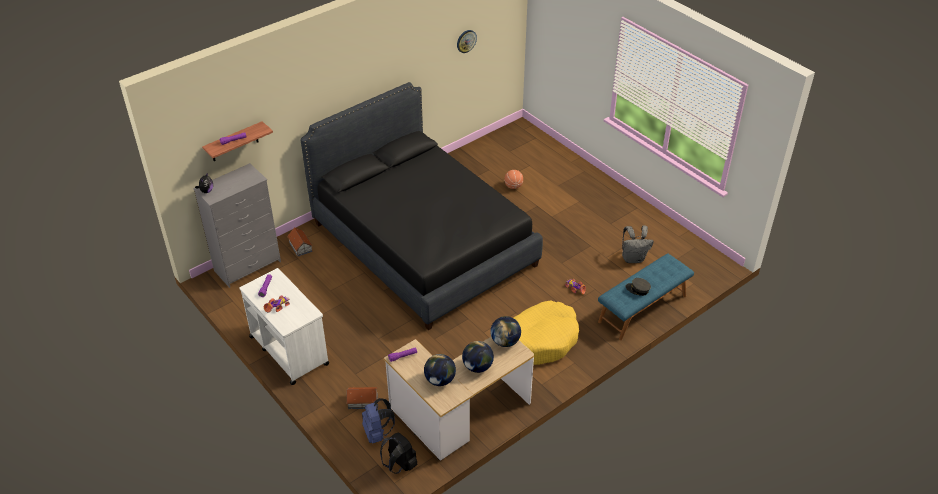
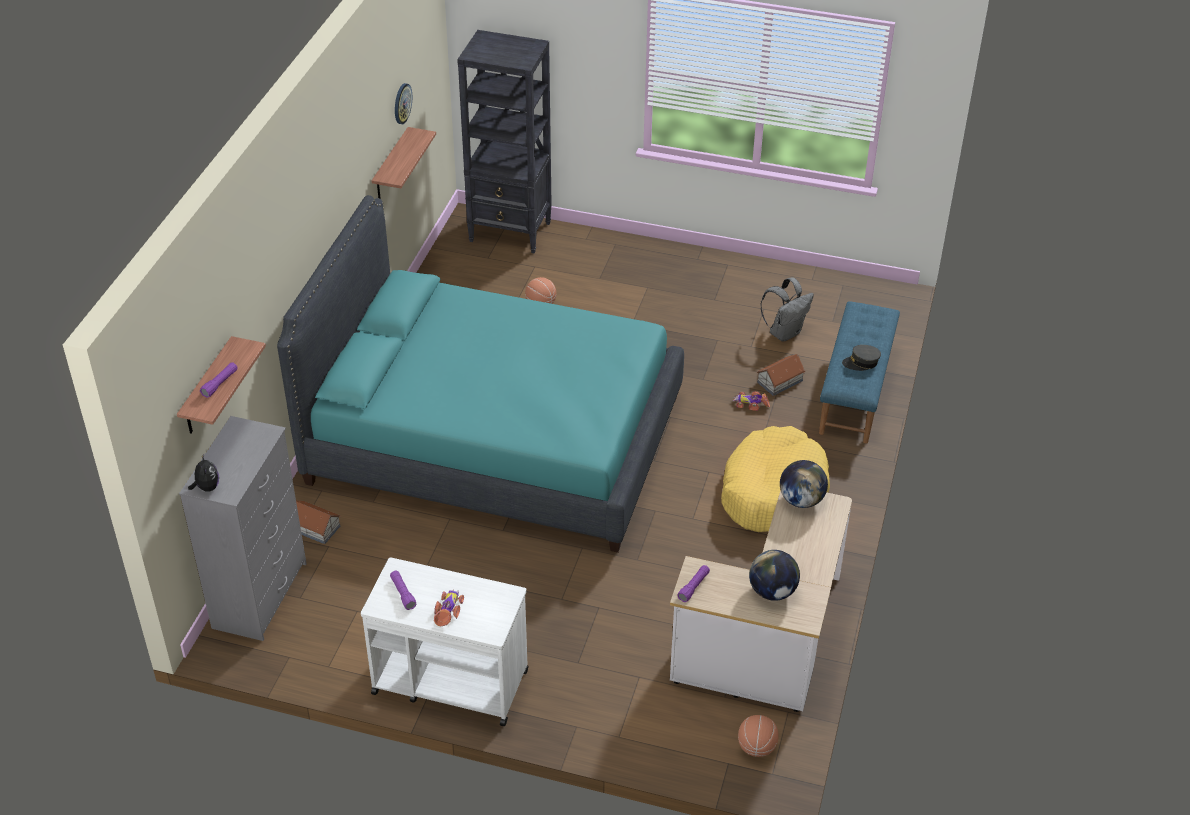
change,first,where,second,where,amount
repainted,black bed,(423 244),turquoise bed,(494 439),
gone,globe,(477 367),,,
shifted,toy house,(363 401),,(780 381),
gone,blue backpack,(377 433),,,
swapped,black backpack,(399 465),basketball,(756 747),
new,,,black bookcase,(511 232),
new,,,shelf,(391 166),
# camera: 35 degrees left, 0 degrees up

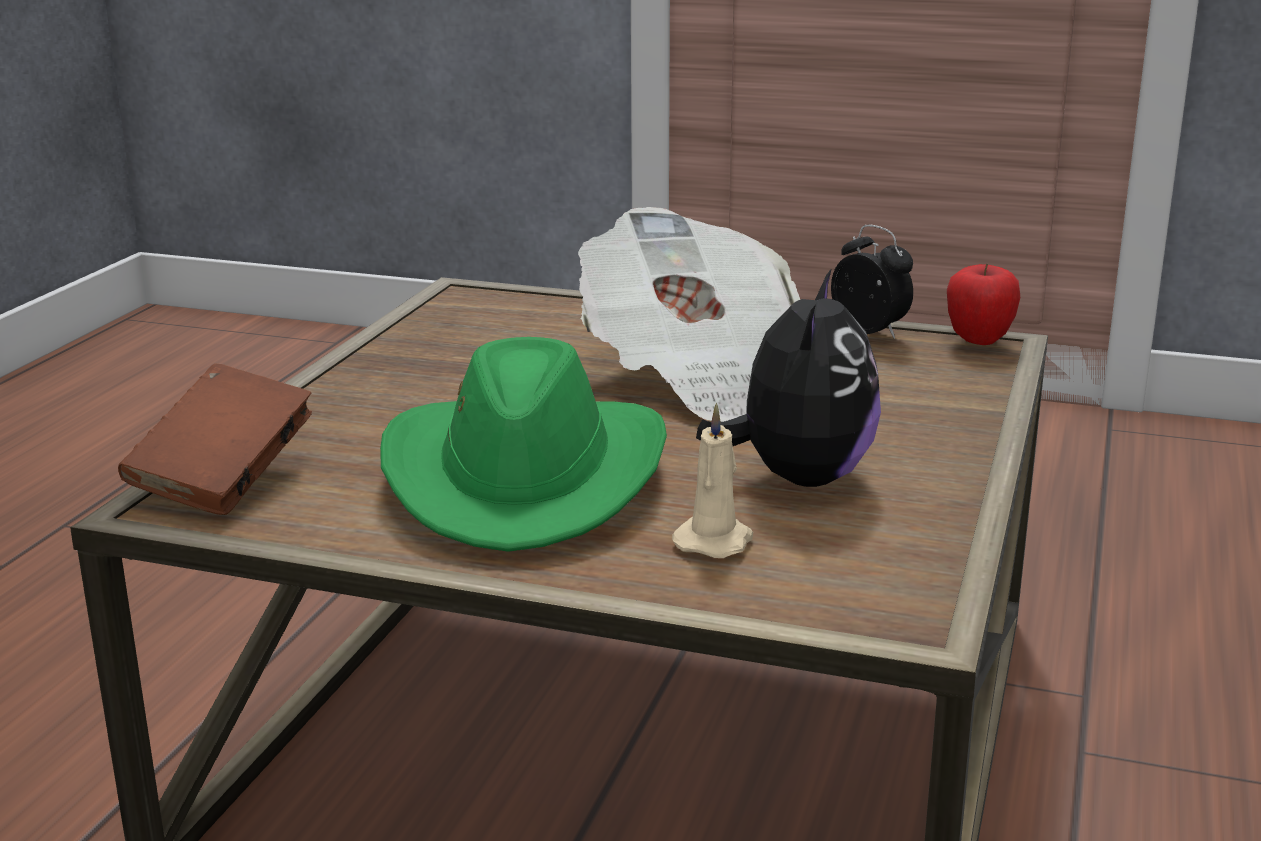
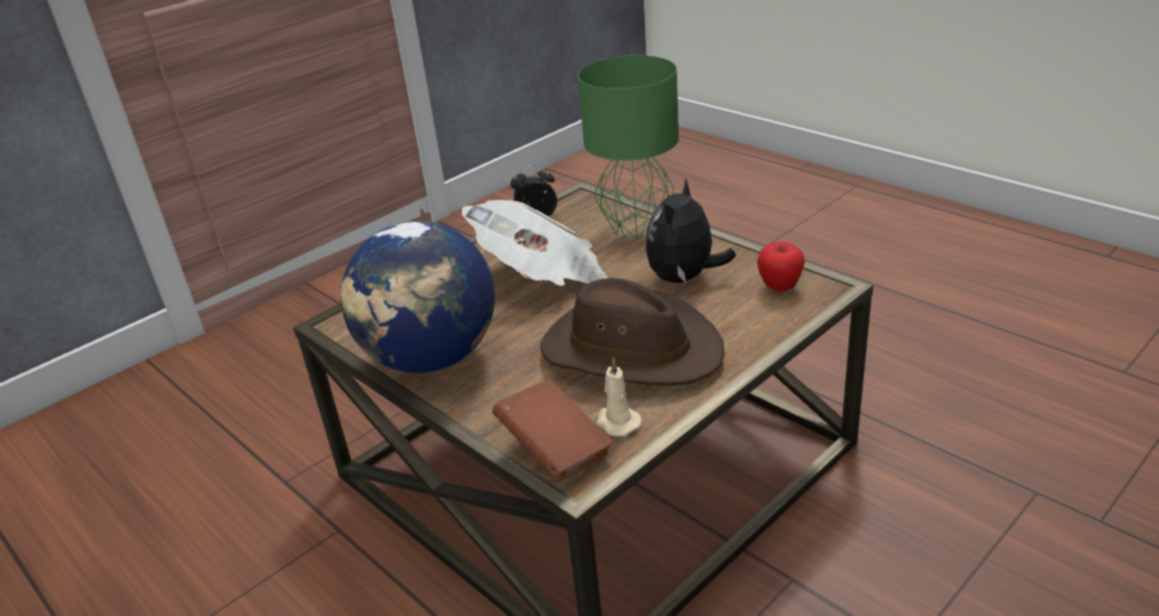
change,first,where,second,where,amount
shifted,apple,(979 341),,(780 287),
rotated,plush toy,(798 478),,(684 278),105 degrees counterclockwise
repainted,green hat,(526 477),brown hat,(631 349),
shifted,beige candle,(715 540),,(617 422),
new,,,green table lamp,(637 228),
new,,,globe,(431 359),
# camera: 60 degrees left, 10 degrees up

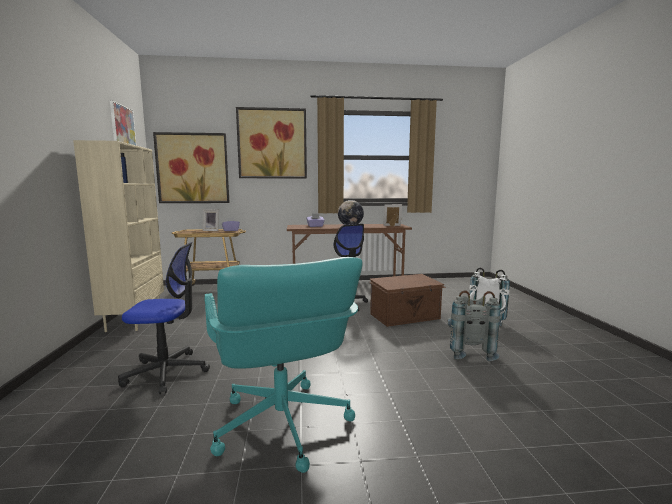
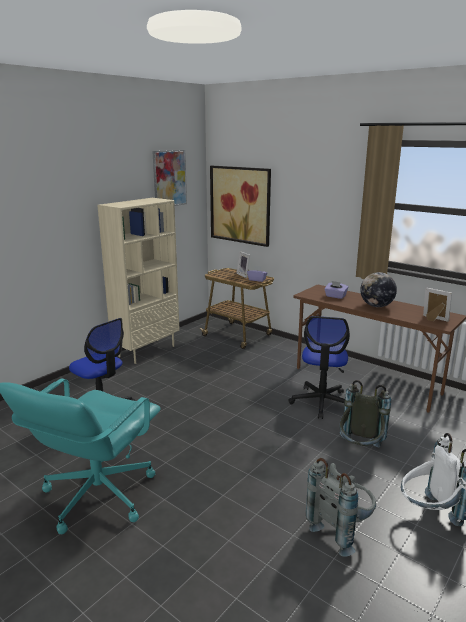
change,first,where,second,where,amount
gone,picture,(272 144),,,
swapped,brown storage box,(405 316),grey backpack,(360 450),
# camera: 45 degrees right, 10 degrees up

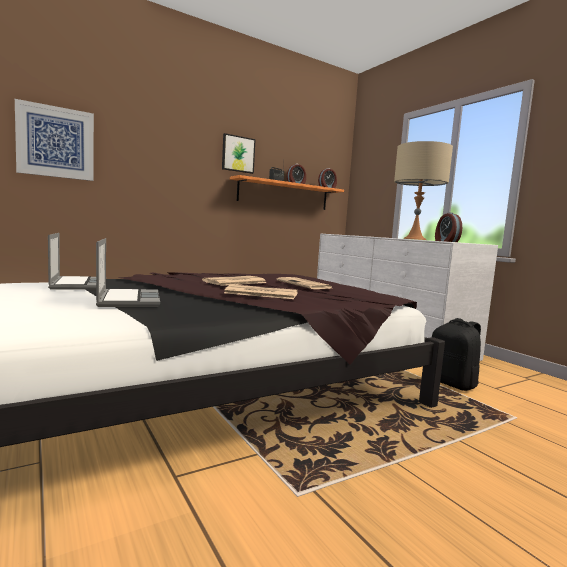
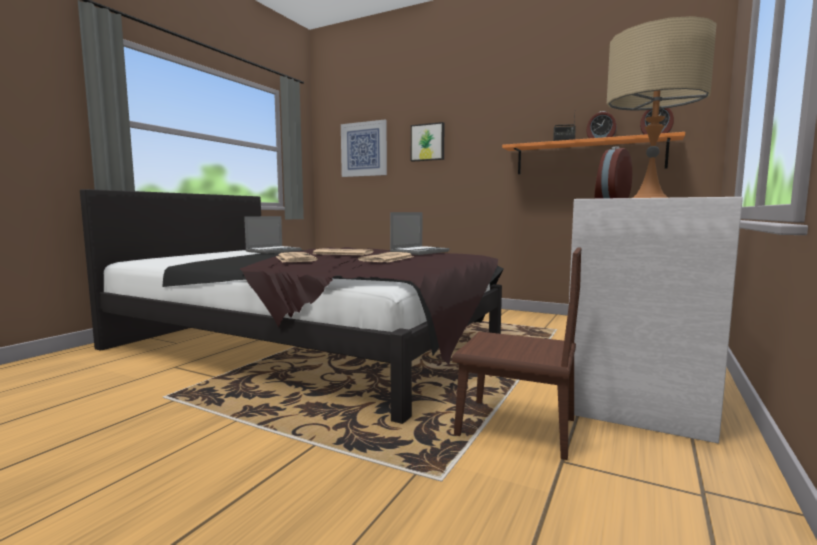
change,first,where,second,where,amount
shifted,picture,(238 154),,(428 142),
shifted,laptop,(128 300),,(419 252),
swapped,black backpack,(452 383),brown chair,(516 427),
# camera: 60 degrees right, 0 degrees up

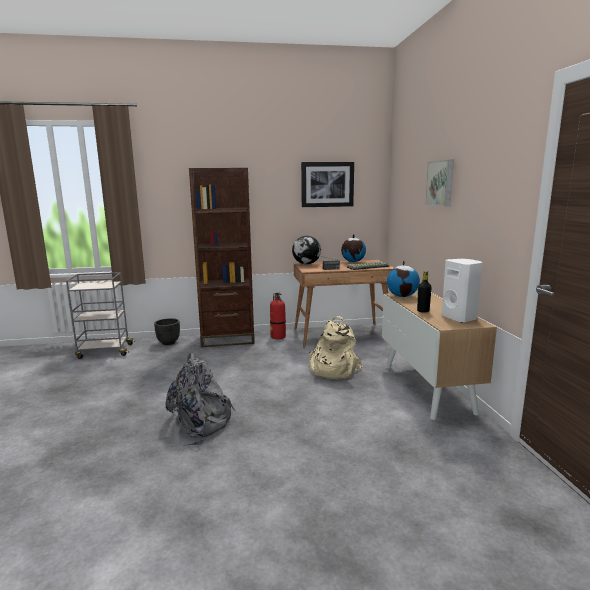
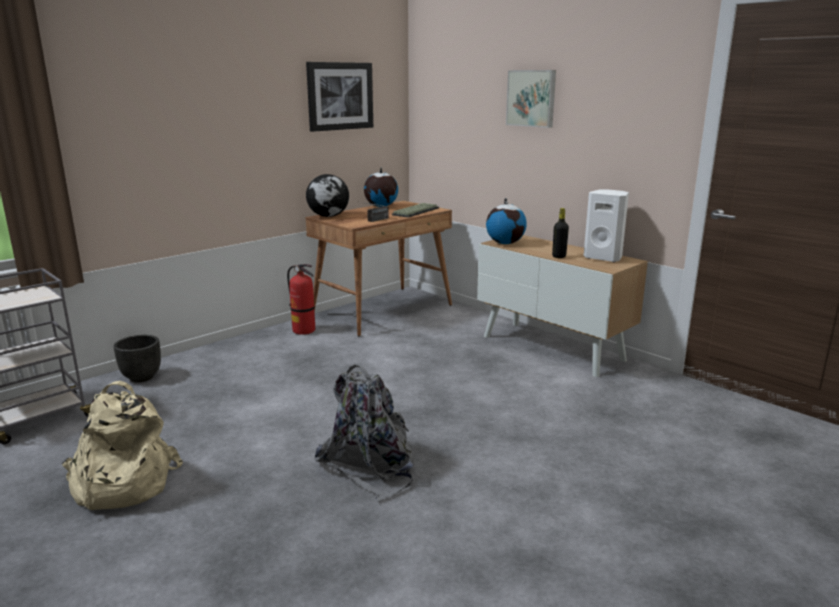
change,first,where,second,where,amount
gone,brown bookcase,(228 339),,,
shifted,beige backpack,(332 370),,(121 483),
# camera: 35 degrees left, 5 degrees up

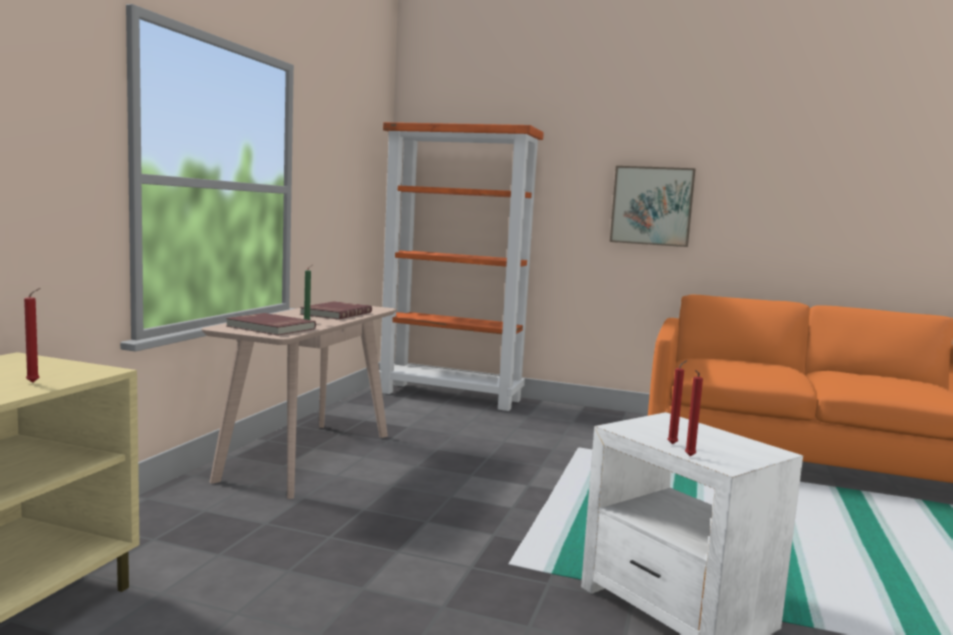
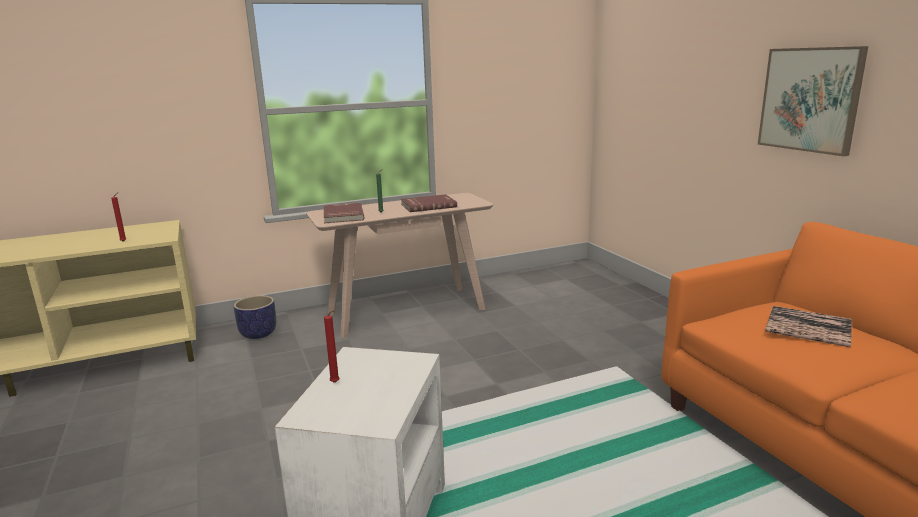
change,first,where,second,where,amount
gone,orange bookcase,(451 396),,,
gone,red candle,(689 456),,,
new,,,planter,(259 333),
new,,,book,(808 328),
# camera: 50 degrees right, 10 degrees up

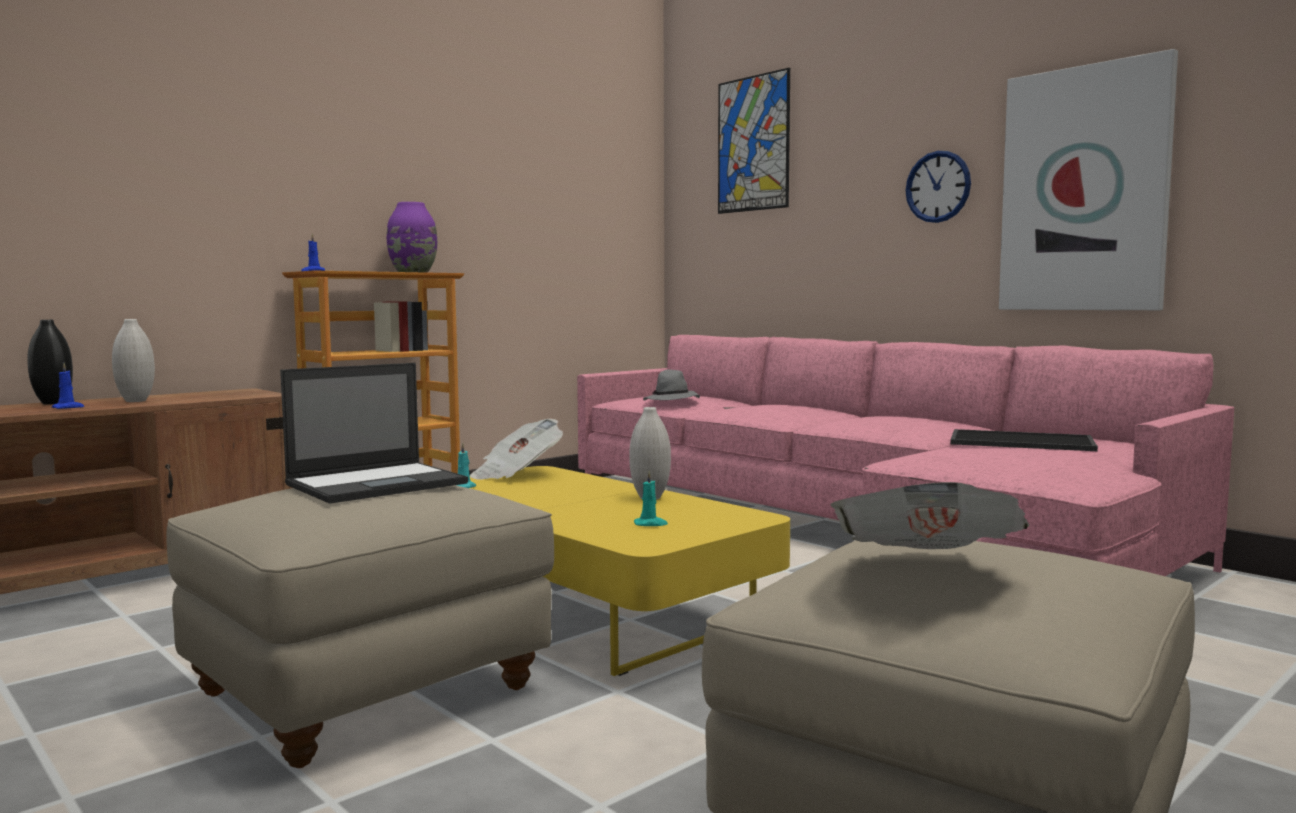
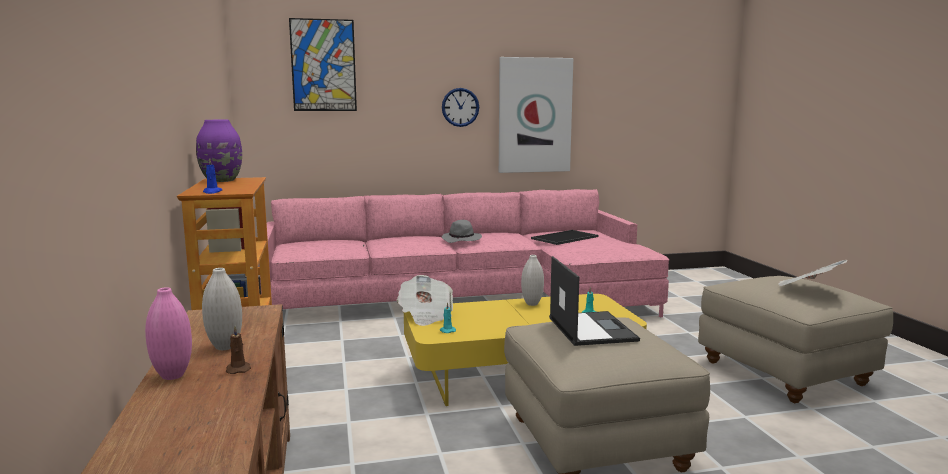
change,first,where,second,where,amount
repainted,black vase,(53 403),pink vase,(172 376),
repainted,blue candle,(68 408),brown candle,(238 369),
shifted,grey hat,(672 401),,(462 240),
# camera: 60 degrees left, 5 degrees up

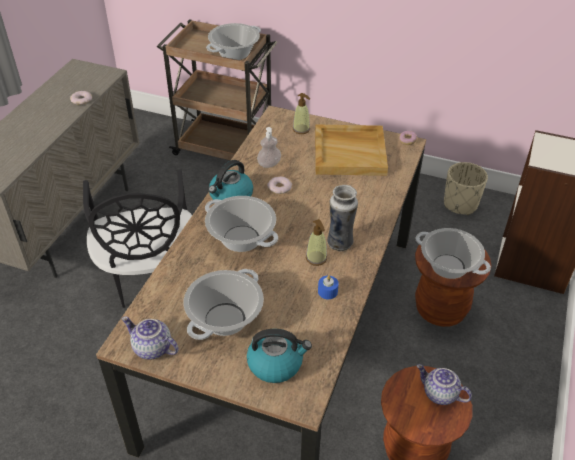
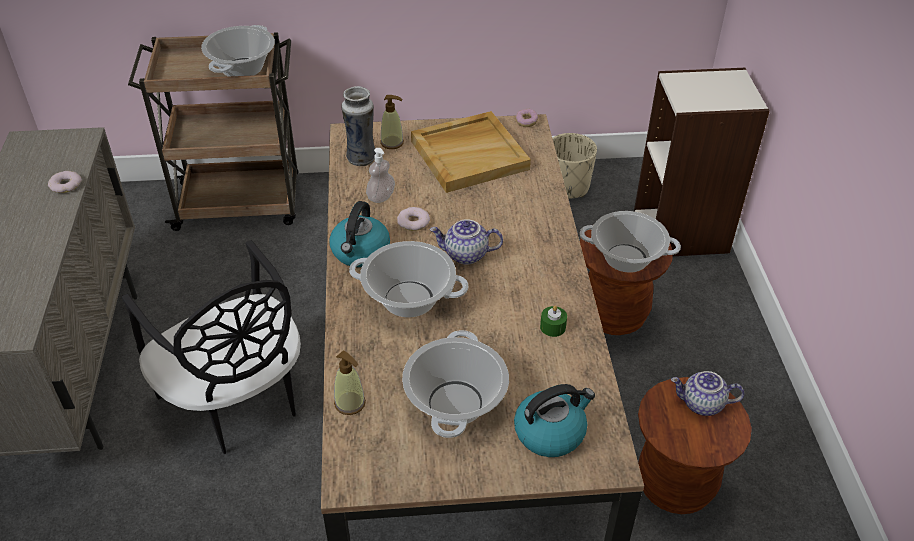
change,first,where,second,where,amount
shifted,vase,(340 243),,(361 158),
shifted,soap dispenser,(316 258),,(350 403),
repainted,blue candle,(327 291),green candle,(553 327),
shifted,teapot,(151 349),,(465 255),
# camera: 25 degrees left, 0 degrees up

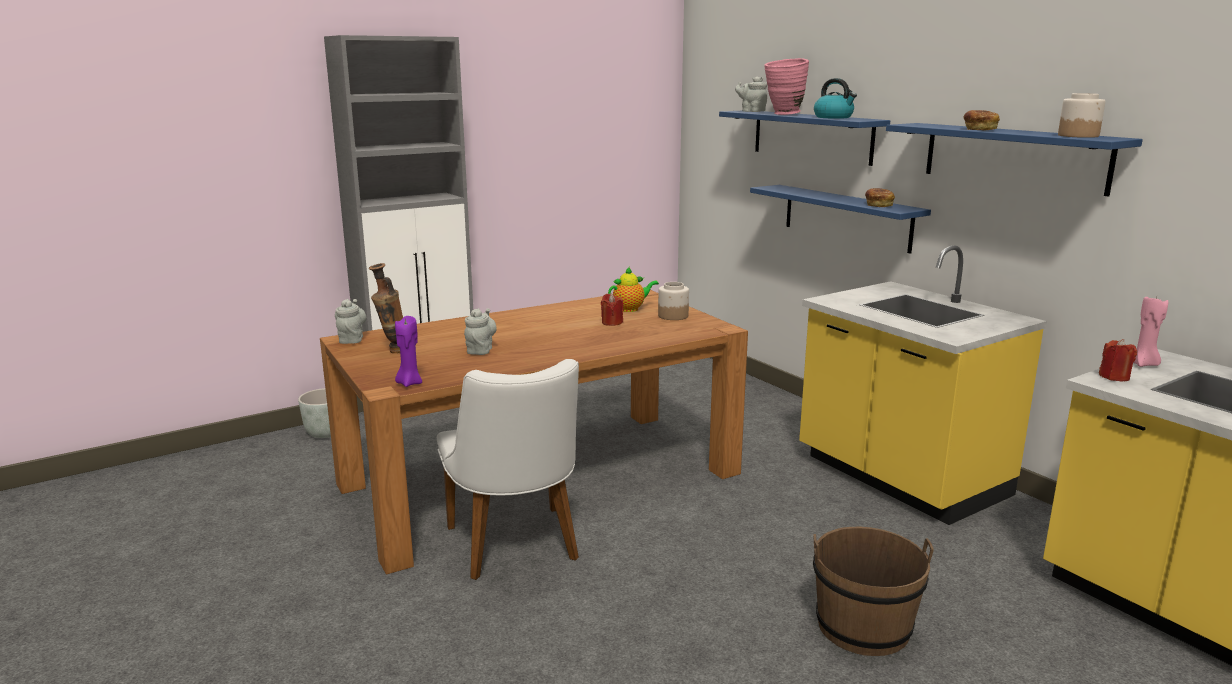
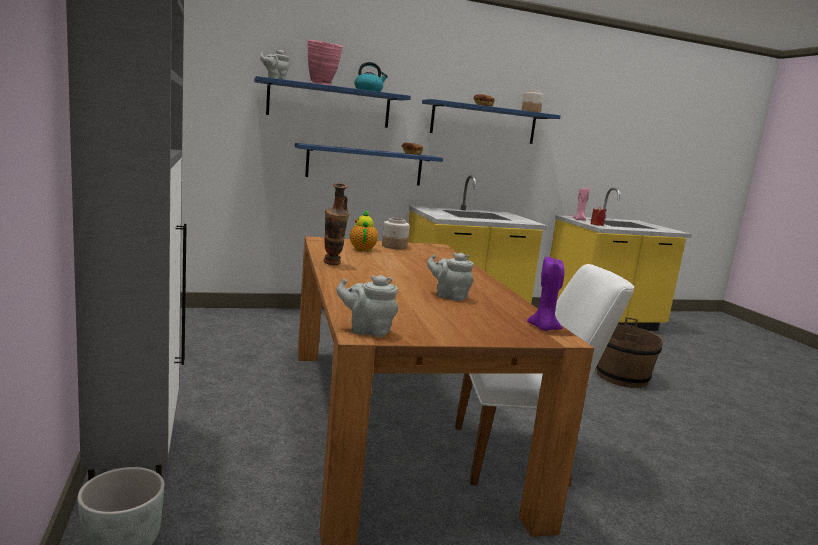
change,first,where,second,where,amount
shifted,vase,(392 352),,(332 264),
gone,red candle,(612 322),,,
# camera: 75 degrees left, 5 degrees down

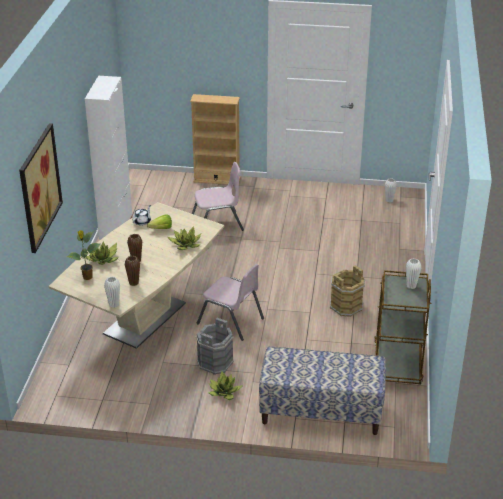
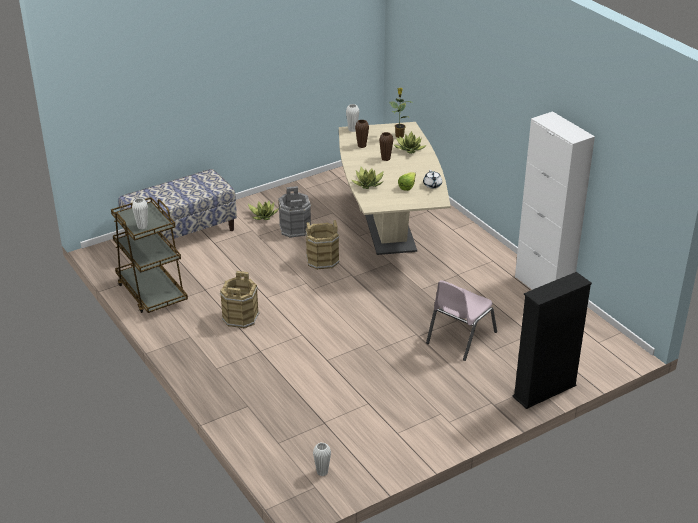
change,first,where,second,where,amount
repainted,beige bookcase,(217 179),black bookcase,(544 391),
gone,picture,(39 187),,,
swapped,pink chair,(231 321),brown bucket,(322 260),
# camera: 140 degrees right, 0 degrees up

